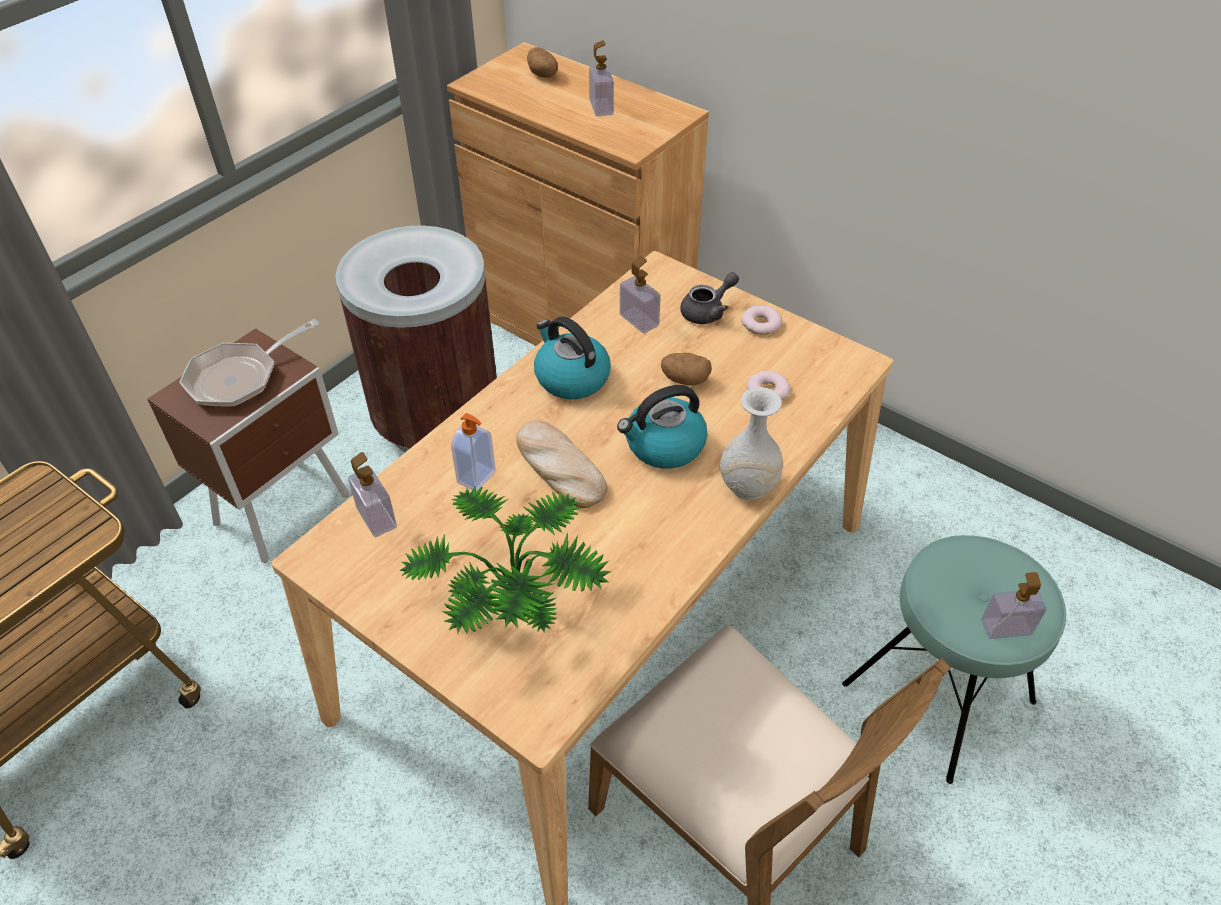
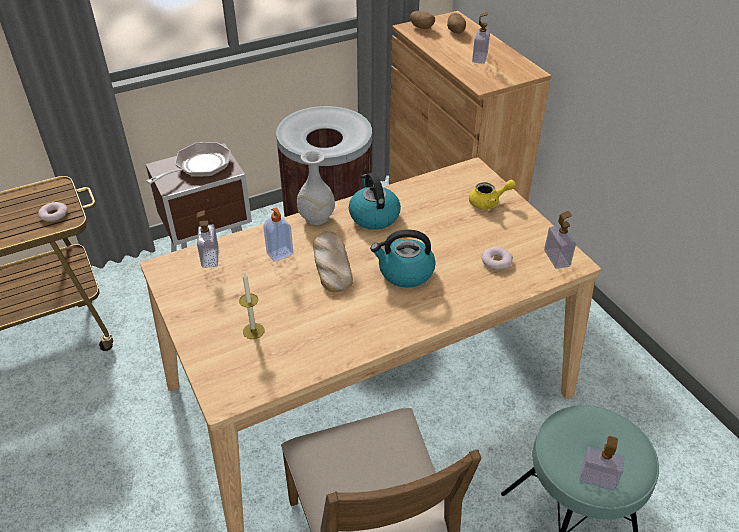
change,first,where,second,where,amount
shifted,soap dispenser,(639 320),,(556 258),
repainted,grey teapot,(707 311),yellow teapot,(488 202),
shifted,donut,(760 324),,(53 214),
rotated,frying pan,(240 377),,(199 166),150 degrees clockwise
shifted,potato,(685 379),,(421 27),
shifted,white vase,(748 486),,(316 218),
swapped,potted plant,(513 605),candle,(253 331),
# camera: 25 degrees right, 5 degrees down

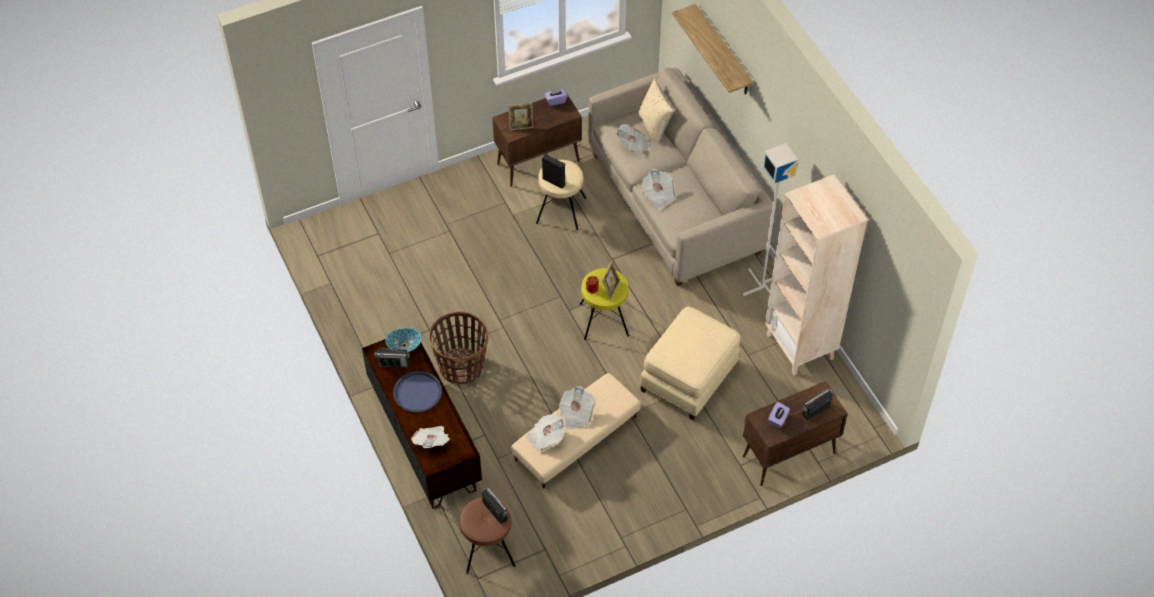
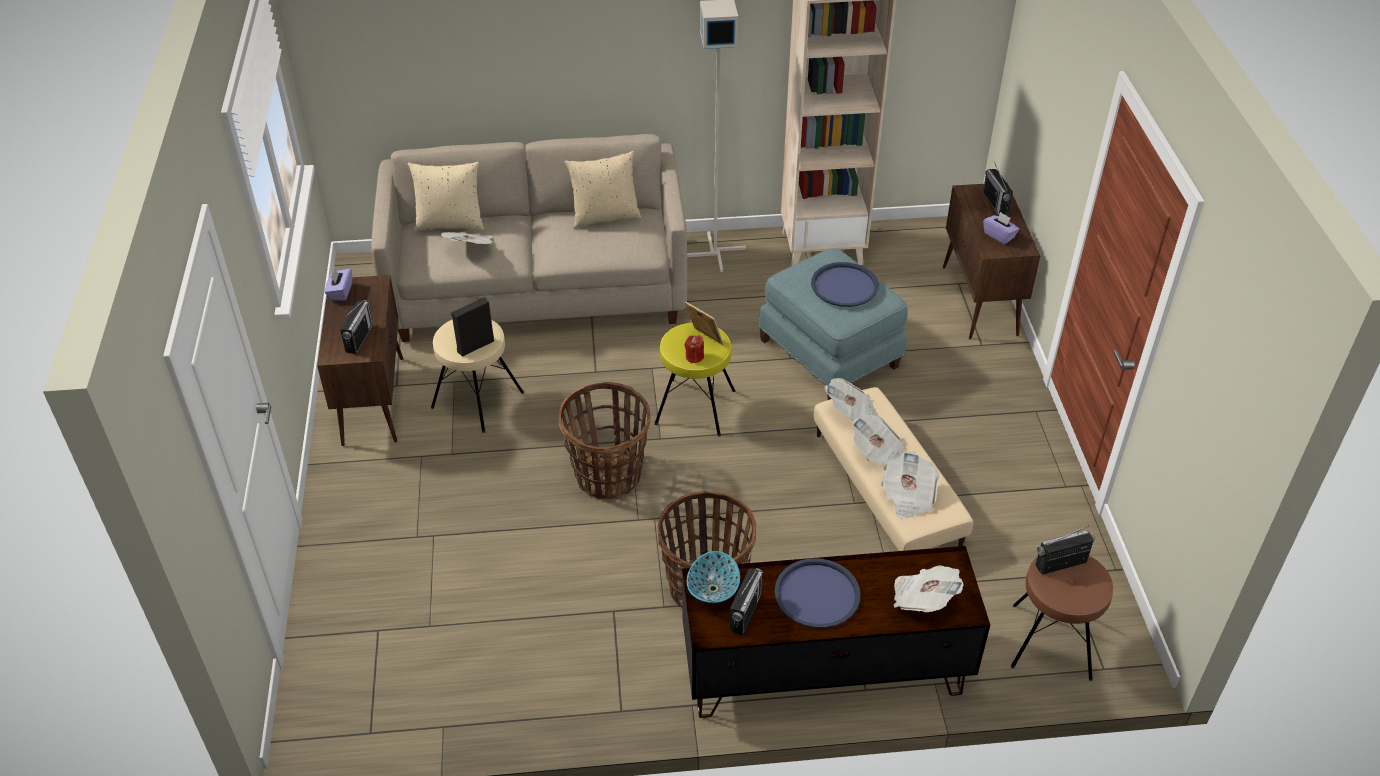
change,first,where,second,where,amount
gone,shelf,(723 51),,,
swapped,picture frame,(521 125),radio,(359 338),
shifted,newspaper,(658 195),,(852 412),
repainted,beige ottoman,(689 378),blue ottoman,(830 352),
new,,,beige pillow,(605 217),
new,,,blue tray,(844 286),
new,,,basket,(608 475),
# camera: 70 degrees left, 10 degrees down

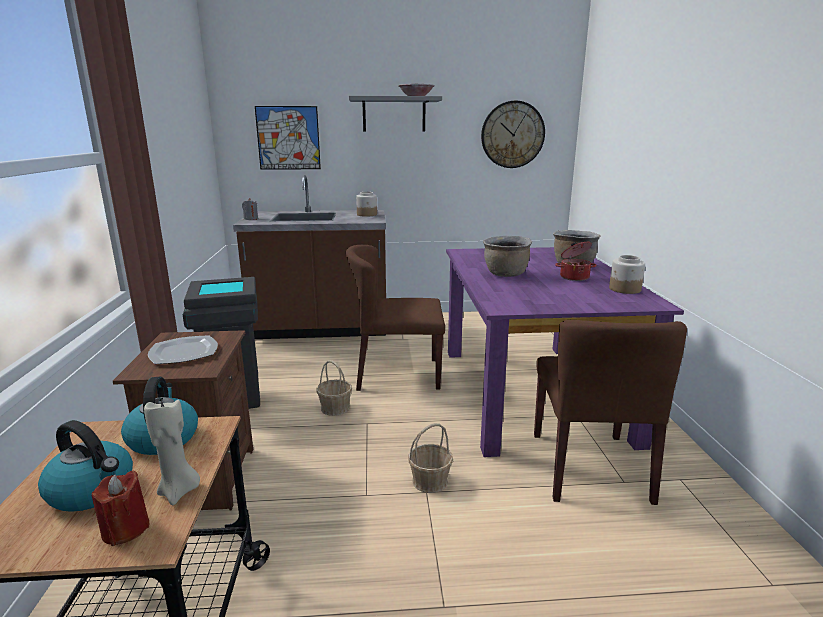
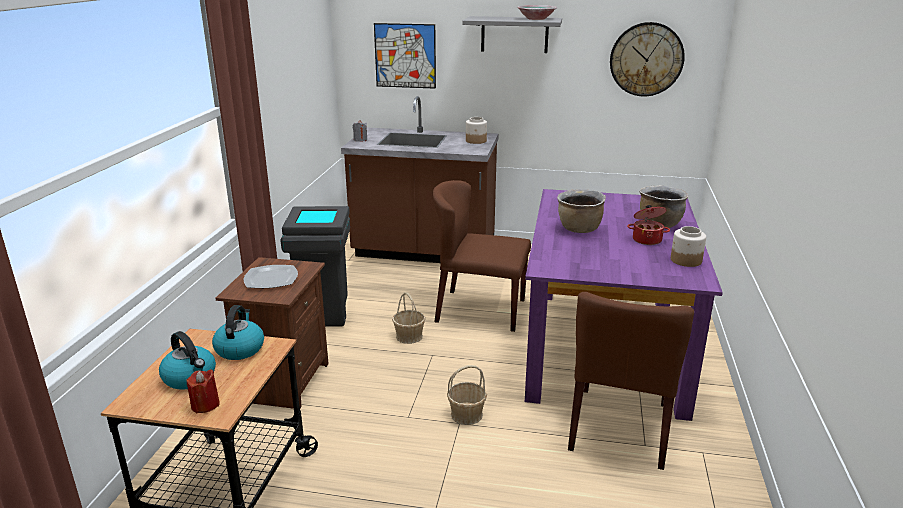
change,first,where,second,where,amount
gone,beige candle,(179 491),,,
# camera: 15 degrees right, 5 degrees up

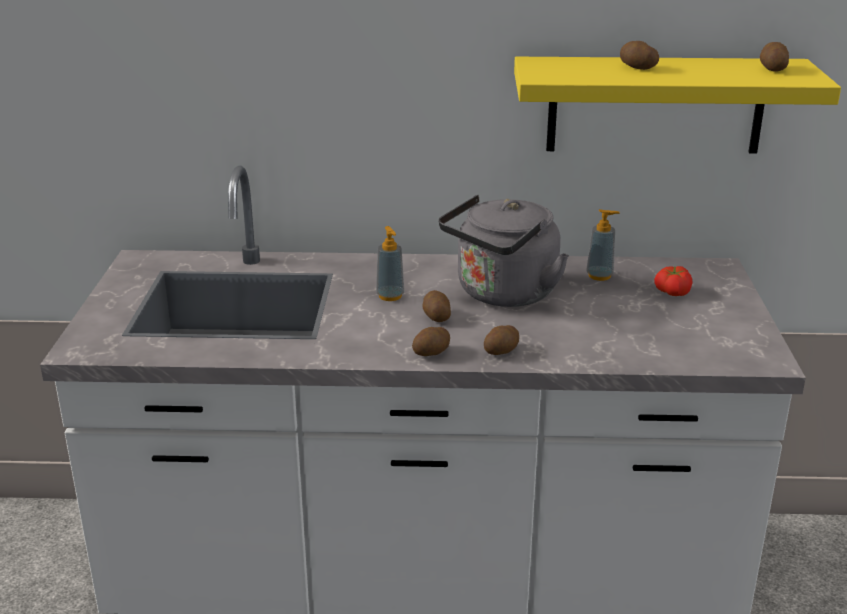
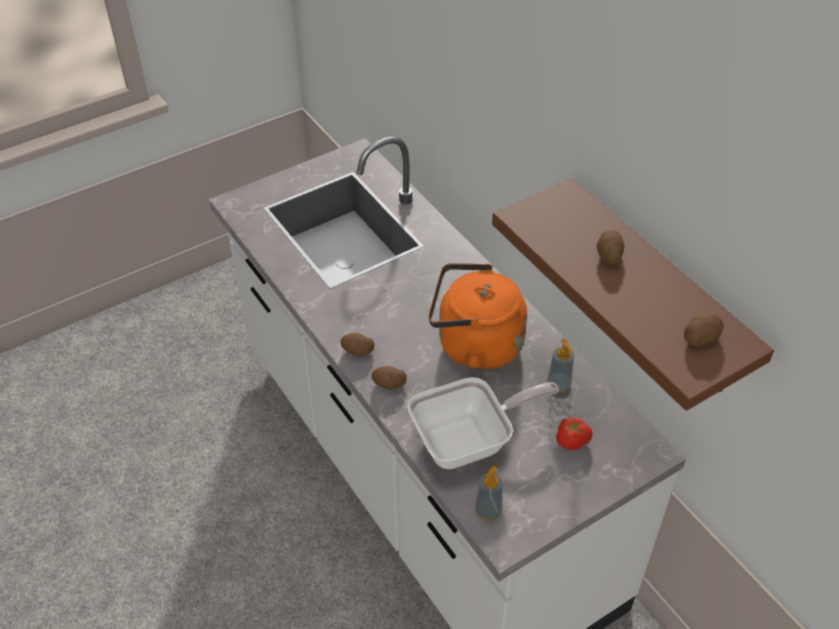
change,first,where,second,where,amount
repainted,yellow shelf,(655 105),brown shelf,(656 291),
repainted,grey kettle,(503 294),orange kettle,(474 345),
shifted,soap dispenser,(390 296),,(488 511),
gone,potato,(436 317),,,
new,,,frying pan,(469 441),
# camera: 55 degrees right, 20 degrees up

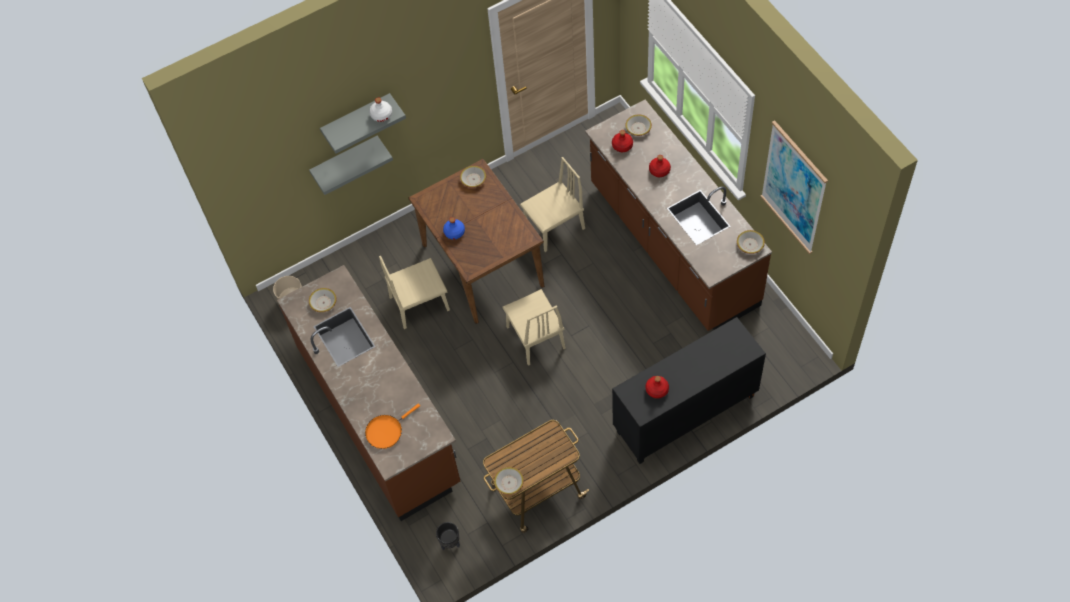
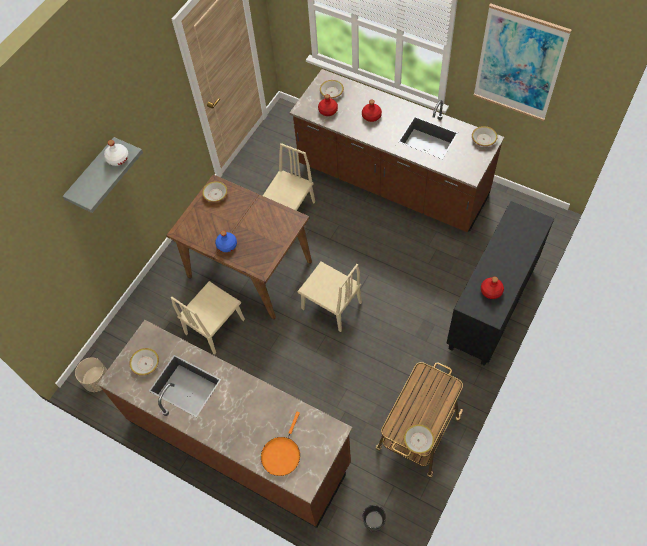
change,first,where,second,where,amount
gone,grey shelf,(345 160),,,
# camera: 30 degrees left, 0 degrees up

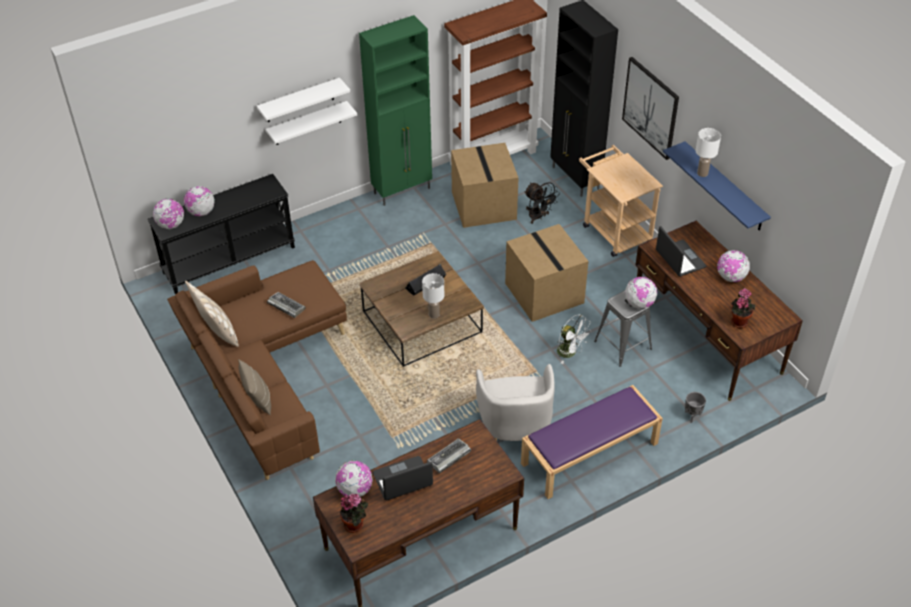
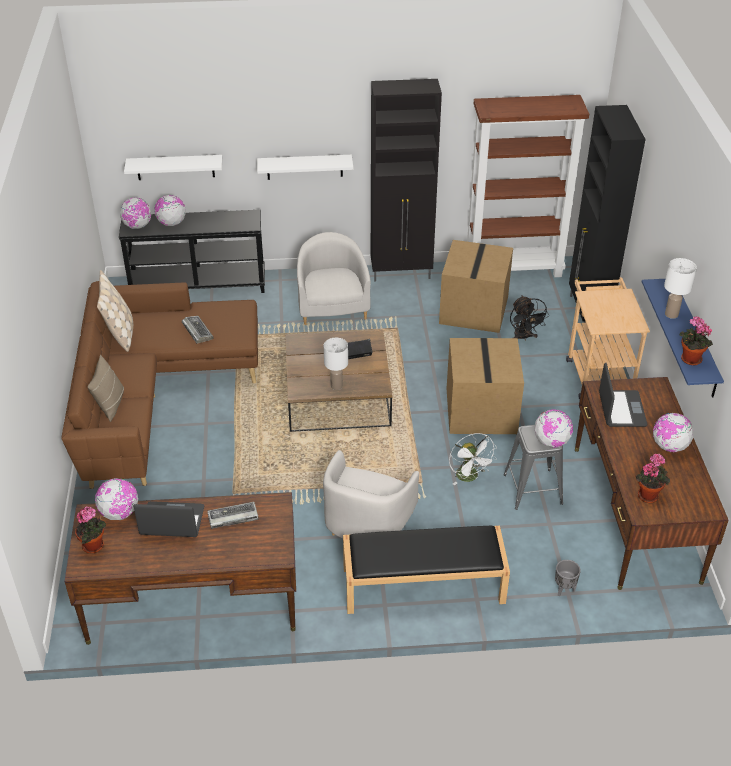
change,first,where,second,where,amount
repainted,green cabinet,(403 190),black cabinet,(402 273),
gone,picture,(650 107),,,
shifted,white shelf,(299 100),,(175 167),
repainted,purple bench,(589 454),black bench,(422 585),
new,,,white armchair,(332 306),
new,,,potted plant,(689 360),
# camera: 25 degrees right, 5 degrees down

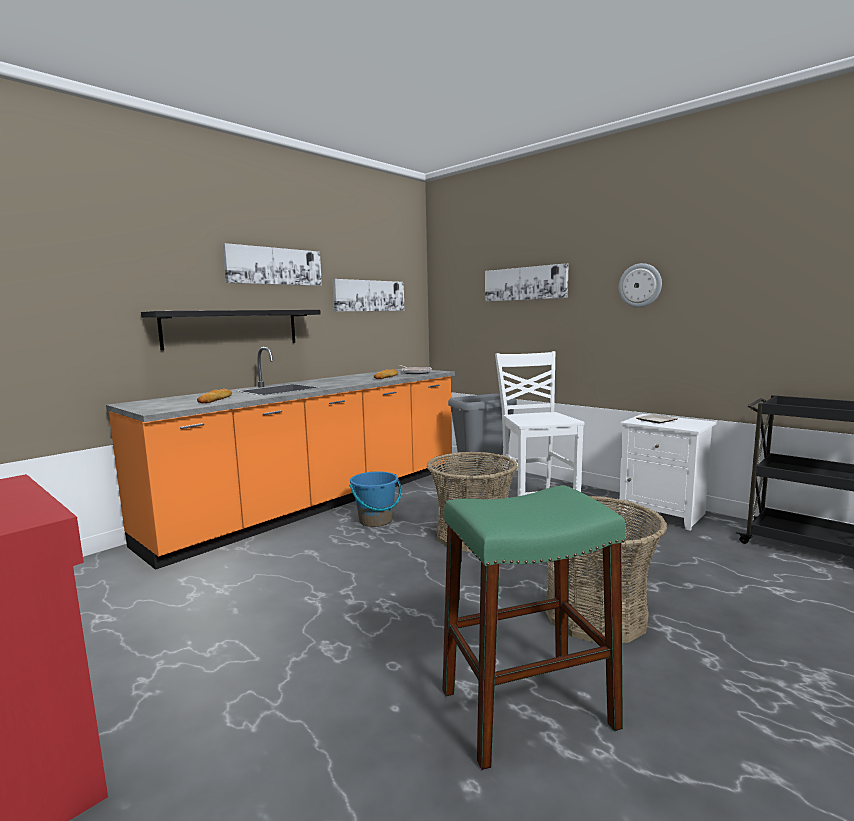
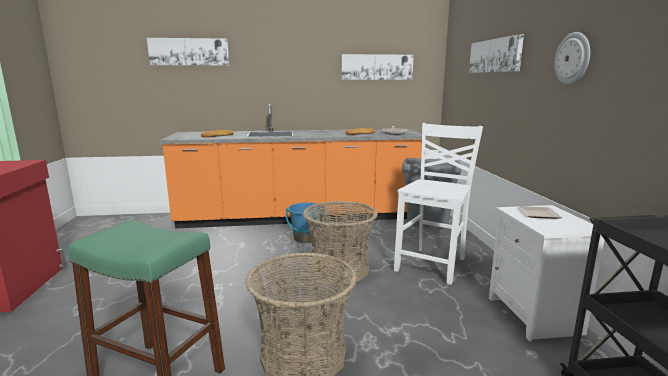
change,first,where,second,where,amount
shifted,picture,(274 266),,(189 52),
gone,black shelf,(232 328),,,
# camera: 40 degrees right, 5 degrees up

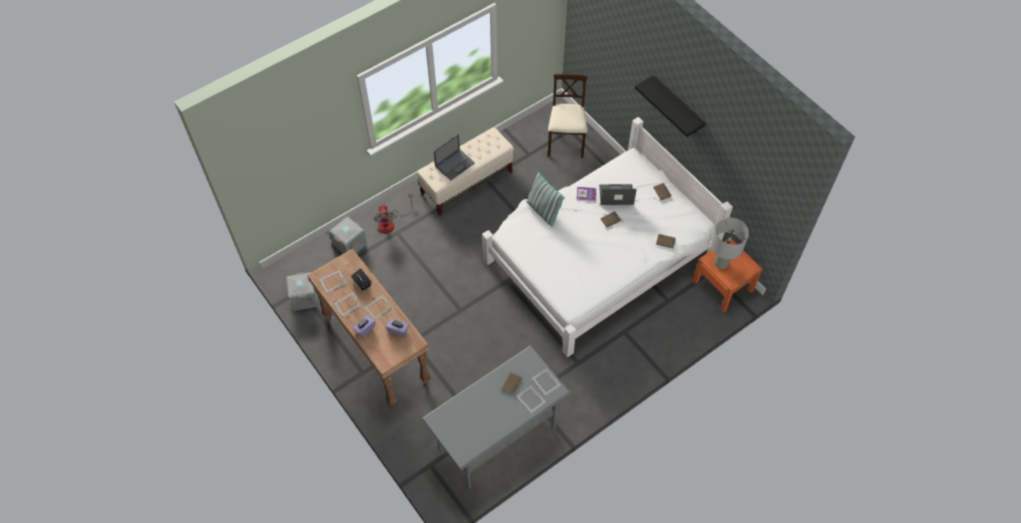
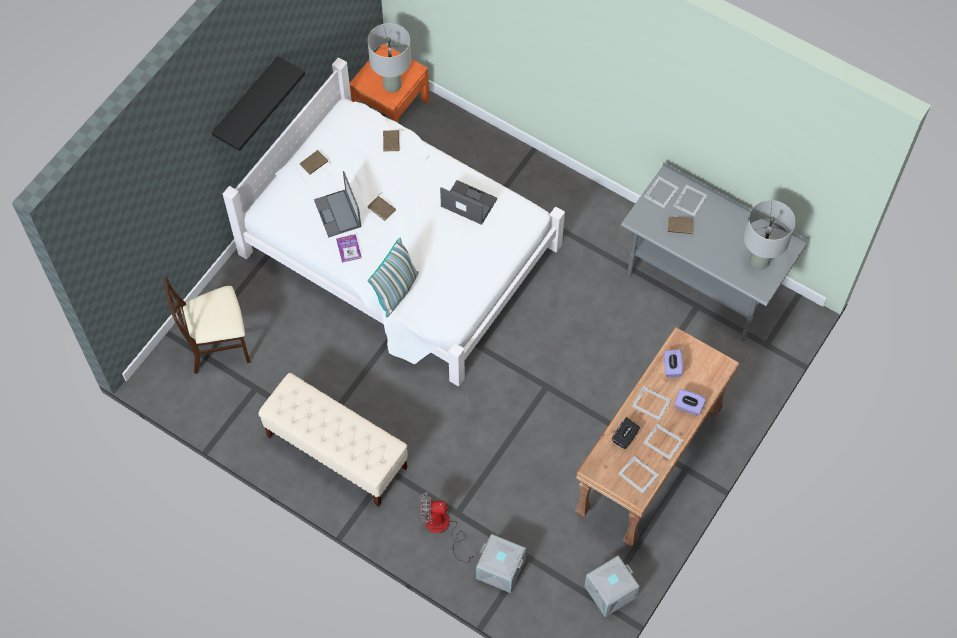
change,first,where,second,where,amount
shifted,laptop,(455 164),,(468 202),
rotated,fan,(390 223),,(443 529),150 degrees counterclockwise
new,,,grey table lamp,(759 261),
# camera: 110 degrees left, 5 degrees up

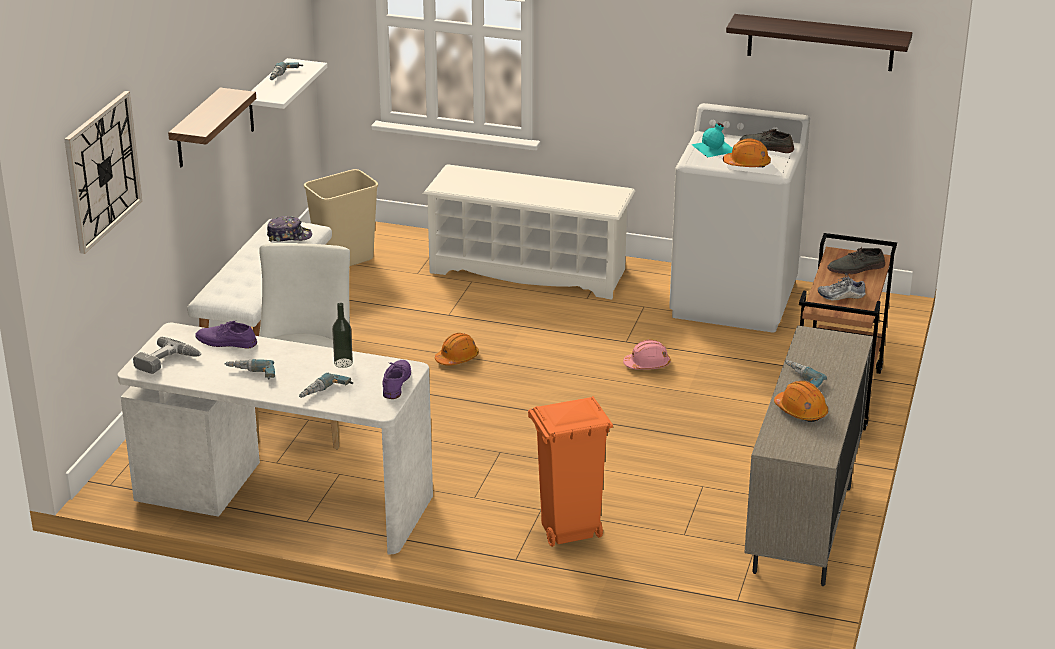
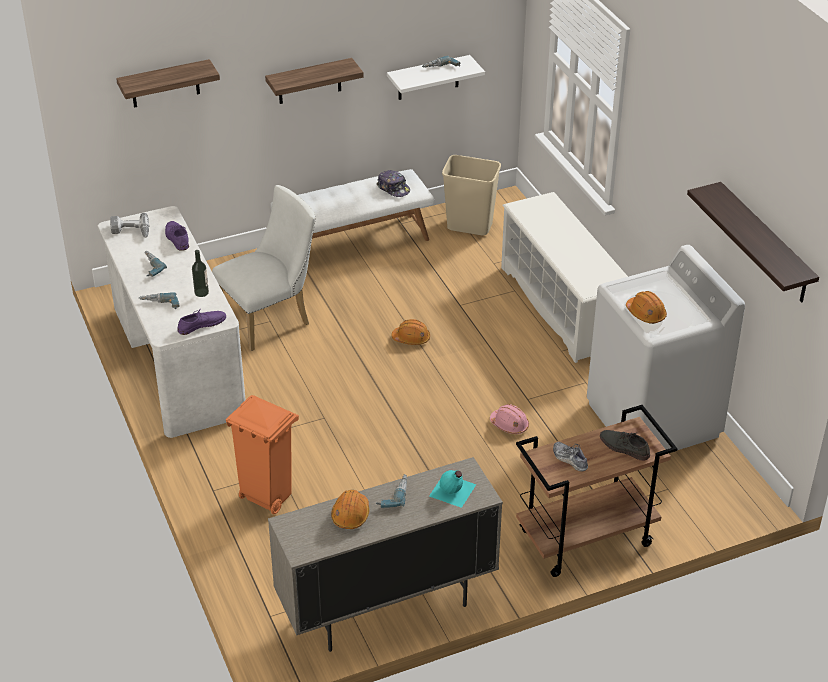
change,first,where,second,where,amount
swapped,wall clock,(102 171),shelf,(165 84),
shifted,turquoise bottle,(715 148),,(453 491),
gone,grey shoe,(766 147),,,
# camera: 50 degrees right, 10 degrees up

